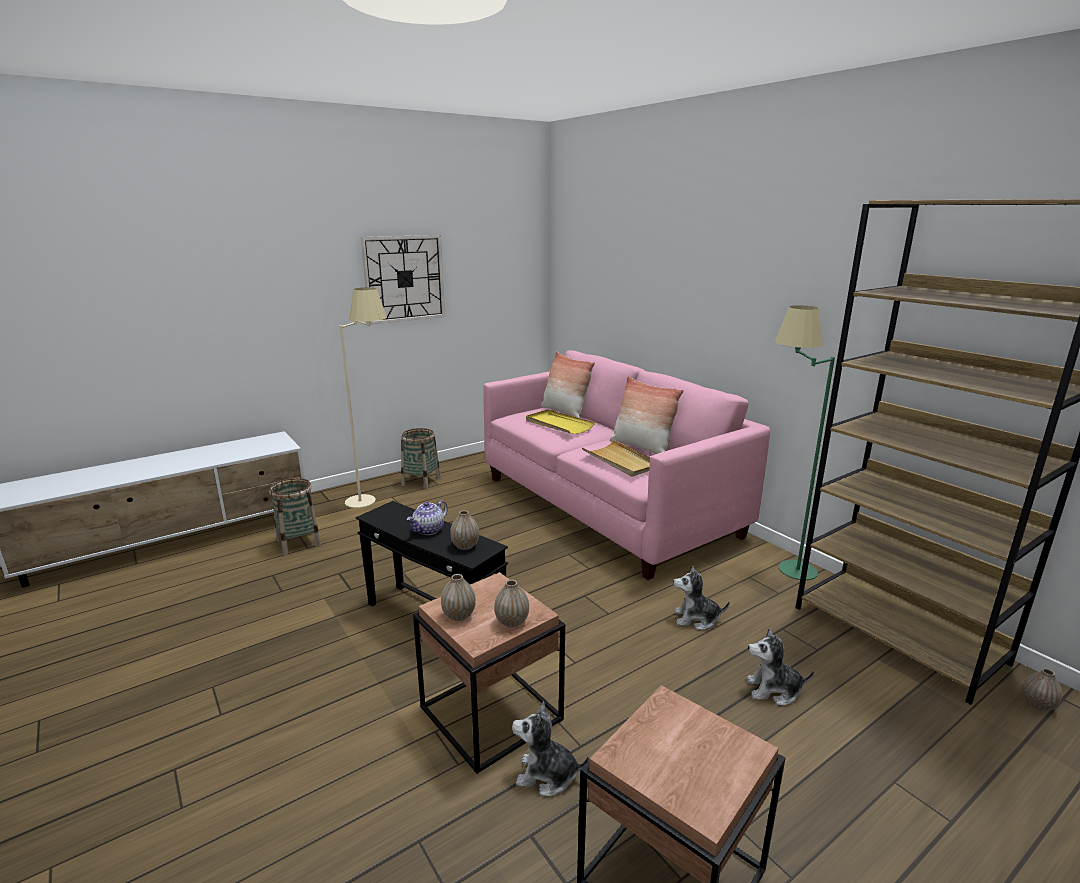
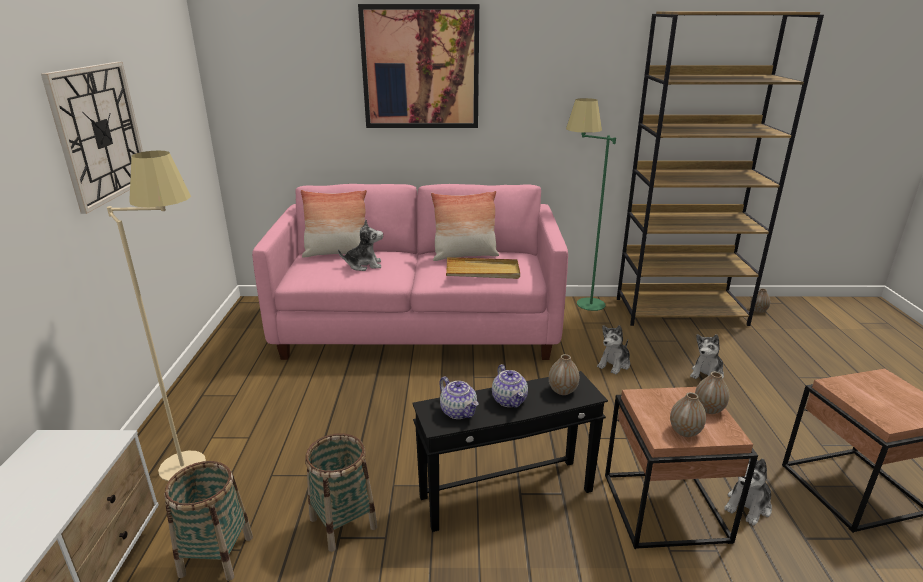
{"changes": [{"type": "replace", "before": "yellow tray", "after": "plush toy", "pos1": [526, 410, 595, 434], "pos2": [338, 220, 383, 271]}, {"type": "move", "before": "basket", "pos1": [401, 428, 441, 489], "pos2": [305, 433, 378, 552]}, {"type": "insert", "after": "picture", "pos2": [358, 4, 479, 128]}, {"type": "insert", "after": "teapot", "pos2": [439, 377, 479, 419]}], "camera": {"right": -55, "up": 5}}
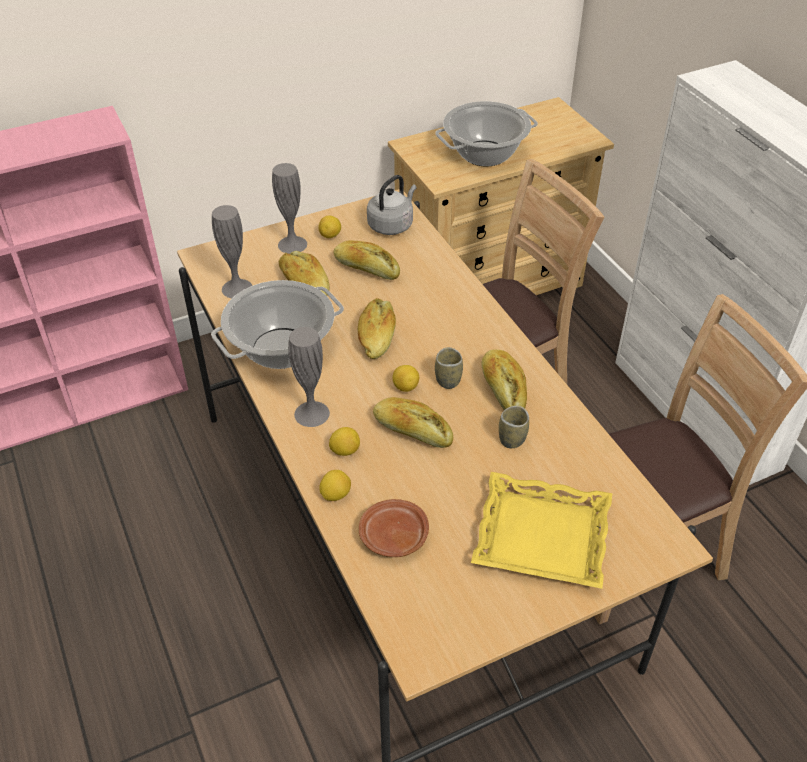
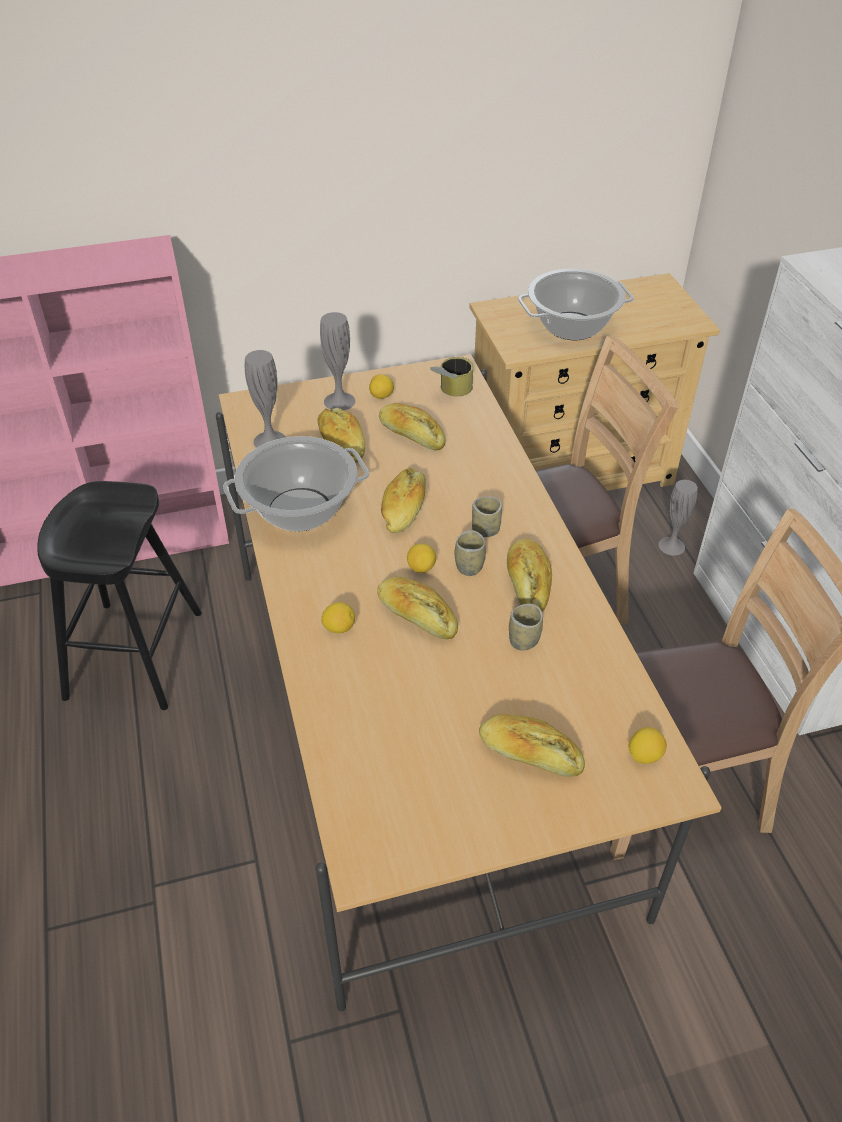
{"changes": [{"type": "replace", "before": "grey kettle", "after": "can", "pos1": [367, 175, 417, 235], "pos2": [430, 357, 474, 397]}, {"type": "move", "before": "grey vase", "pos1": [288, 327, 330, 427], "pos2": [658, 480, 698, 556]}, {"type": "move", "before": "lemon", "pos1": [320, 470, 351, 501], "pos2": [628, 727, 667, 764]}, {"type": "replace", "before": "yellow tray", "after": "bread", "pos1": [471, 472, 612, 589], "pos2": [479, 714, 585, 777]}, {"type": "delete", "before": "brown plate", "pos1": [359, 499, 429, 557]}, {"type": "insert", "after": "black stool", "pos2": [37, 481, 202, 710]}, {"type": "insert", "after": "cup", "pos2": [472, 496, 502, 537]}], "camera": {"right": 10, "up": 0}}
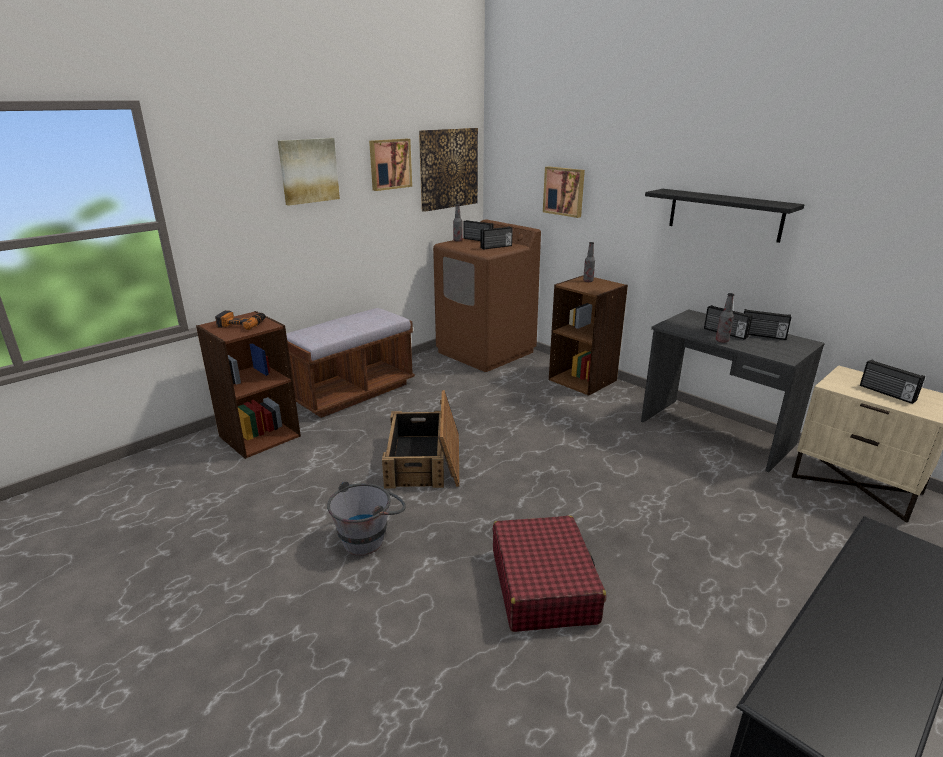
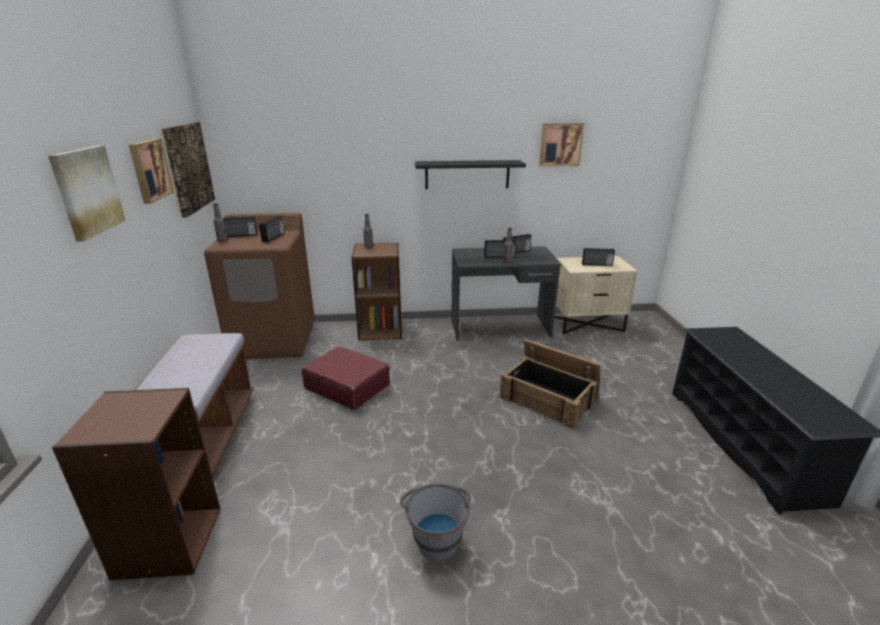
{"changes": [{"type": "move", "before": "picture", "pos1": [543, 166, 585, 218], "pos2": [539, 123, 585, 166]}, {"type": "delete", "before": "power drill", "pos1": [215, 310, 265, 330]}, {"type": "move", "before": "crate", "pos1": [382, 390, 459, 489], "pos2": [500, 339, 600, 429]}, {"type": "move", "before": "red suitcase", "pos1": [493, 515, 606, 632], "pos2": [301, 346, 390, 410]}], "camera": {"right": -50, "up": 0}}
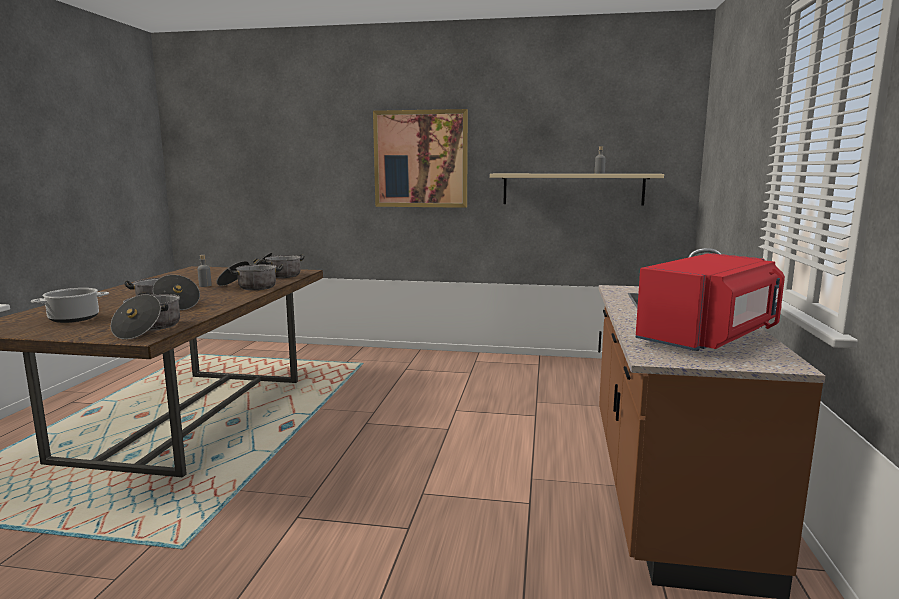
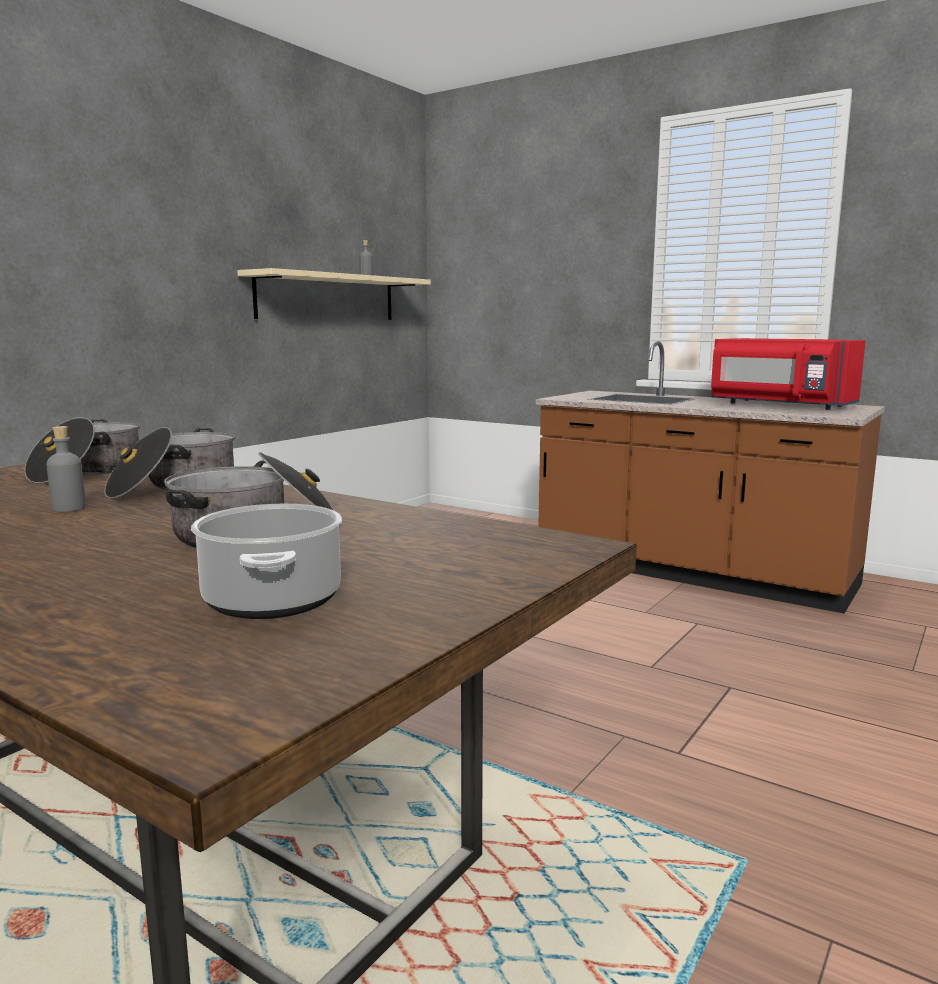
{"changes": [{"type": "delete", "before": "picture", "pos1": [373, 109, 468, 208]}, {"type": "rotate", "before": "red microwave", "pos1": [635, 253, 785, 351], "pos2": [711, 338, 866, 410], "turn": 150}, {"type": "delete", "before": "cooking pot", "pos1": [111, 292, 180, 340]}], "camera": {"right": -65, "up": 0}}
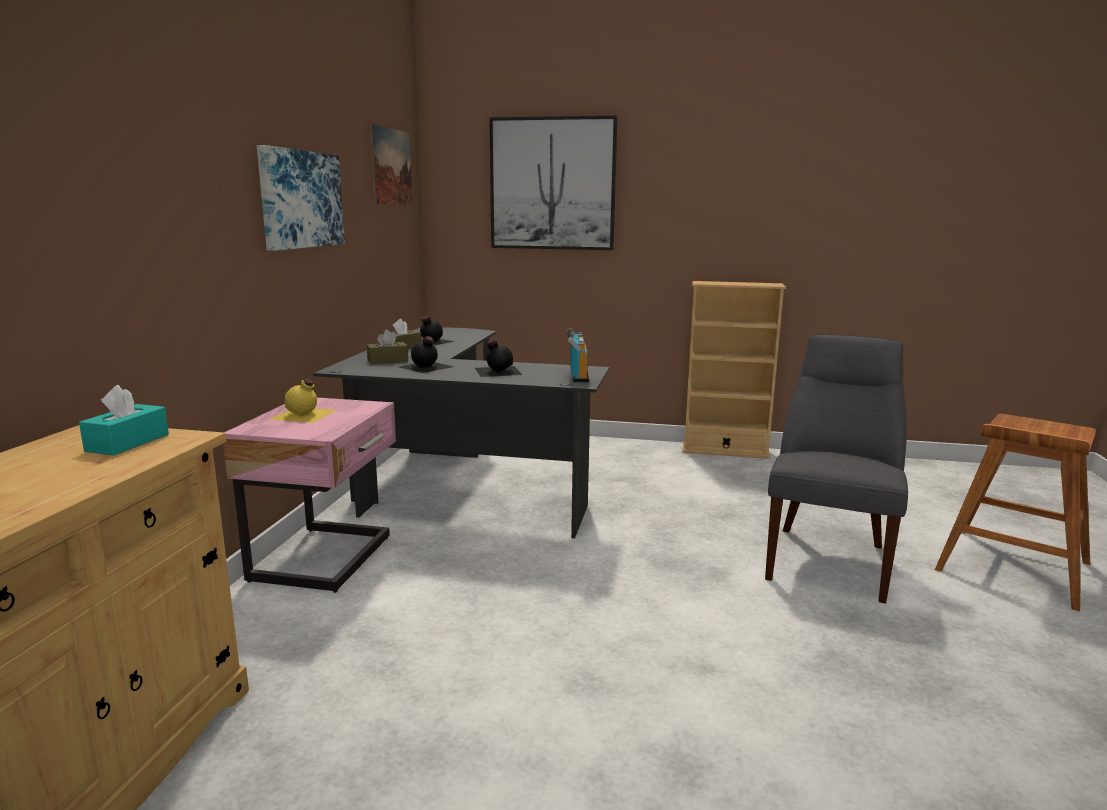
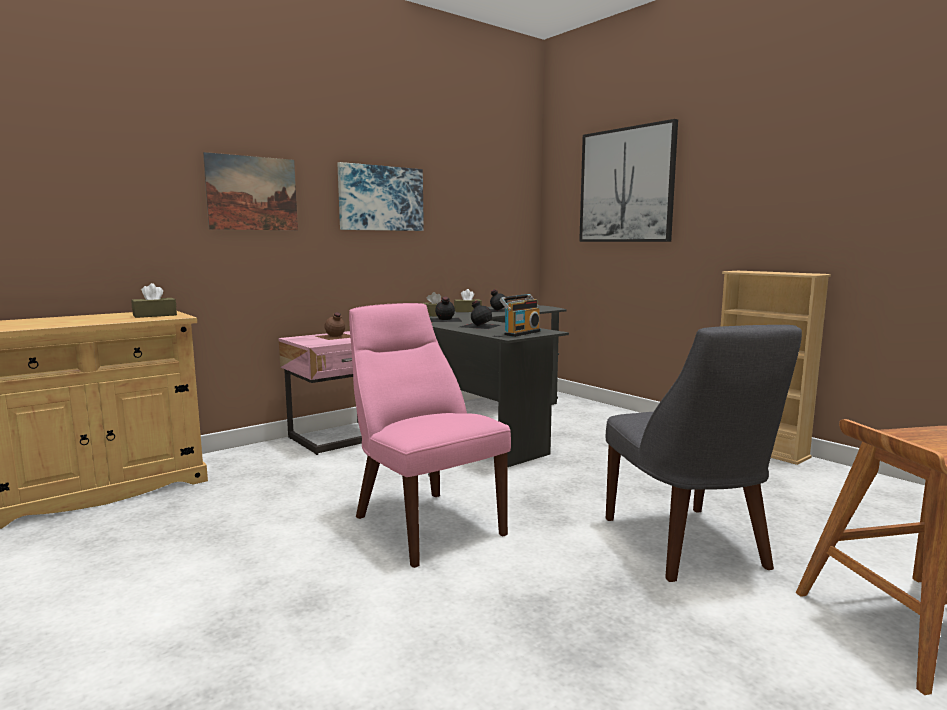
{"changes": [{"type": "move", "before": "picture", "pos1": [370, 124, 413, 204], "pos2": [203, 152, 298, 230]}, {"type": "rotate", "before": "grey chair", "pos1": [765, 334, 908, 603], "pos2": [606, 325, 802, 582], "turn": 105}, {"type": "recolor", "before": "yellow bottle", "after": "brown bottle", "pos1": [269, 379, 336, 423], "pos2": [315, 312, 350, 340]}, {"type": "recolor", "before": "turquoise tissue box", "after": "brown tissue box", "pos1": [79, 385, 169, 455], "pos2": [131, 283, 177, 318]}, {"type": "insert", "after": "pink chair", "pos2": [349, 303, 511, 568]}], "camera": {"right": 40, "up": -5}}
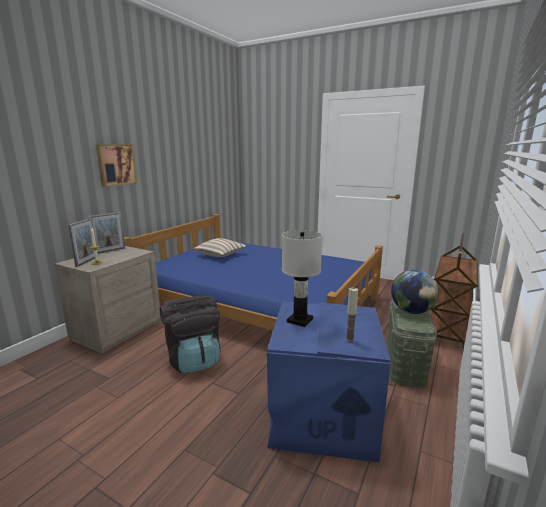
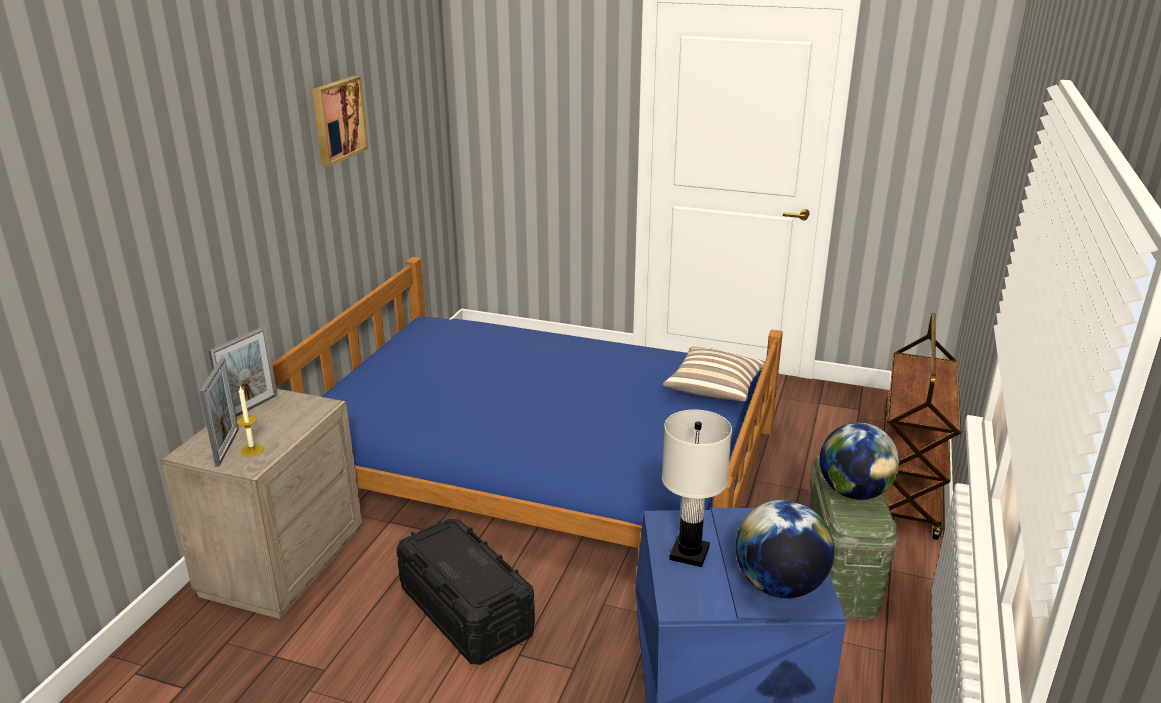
{"changes": [{"type": "move", "before": "picture", "pos1": [96, 144, 137, 187], "pos2": [312, 76, 369, 166]}, {"type": "move", "before": "pillow", "pos1": [193, 238, 247, 257], "pos2": [663, 346, 765, 401]}, {"type": "replace", "before": "candle", "after": "globe", "pos1": [345, 288, 358, 342], "pos2": [736, 500, 835, 598]}, {"type": "replace", "before": "black backpack", "after": "black storage box", "pos1": [160, 296, 220, 373], "pos2": [396, 519, 535, 665]}], "camera": {"right": -10, "up": 10}}
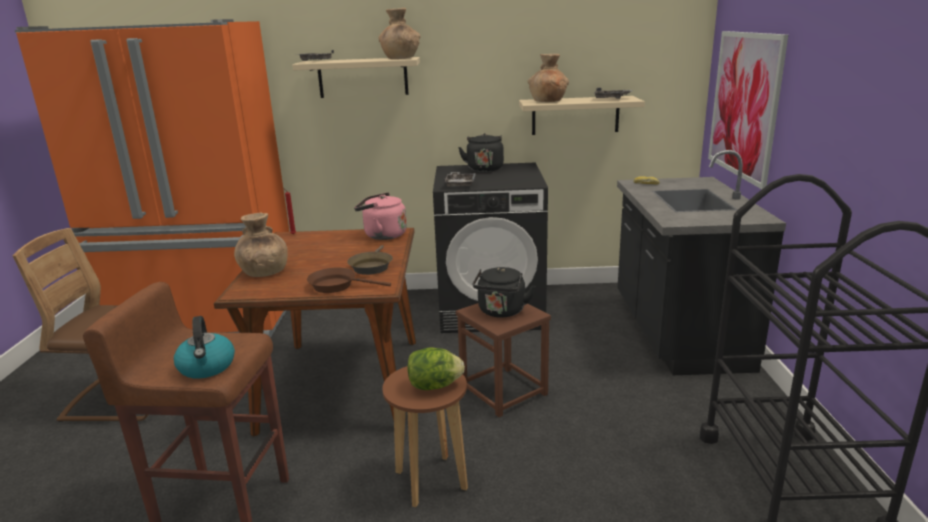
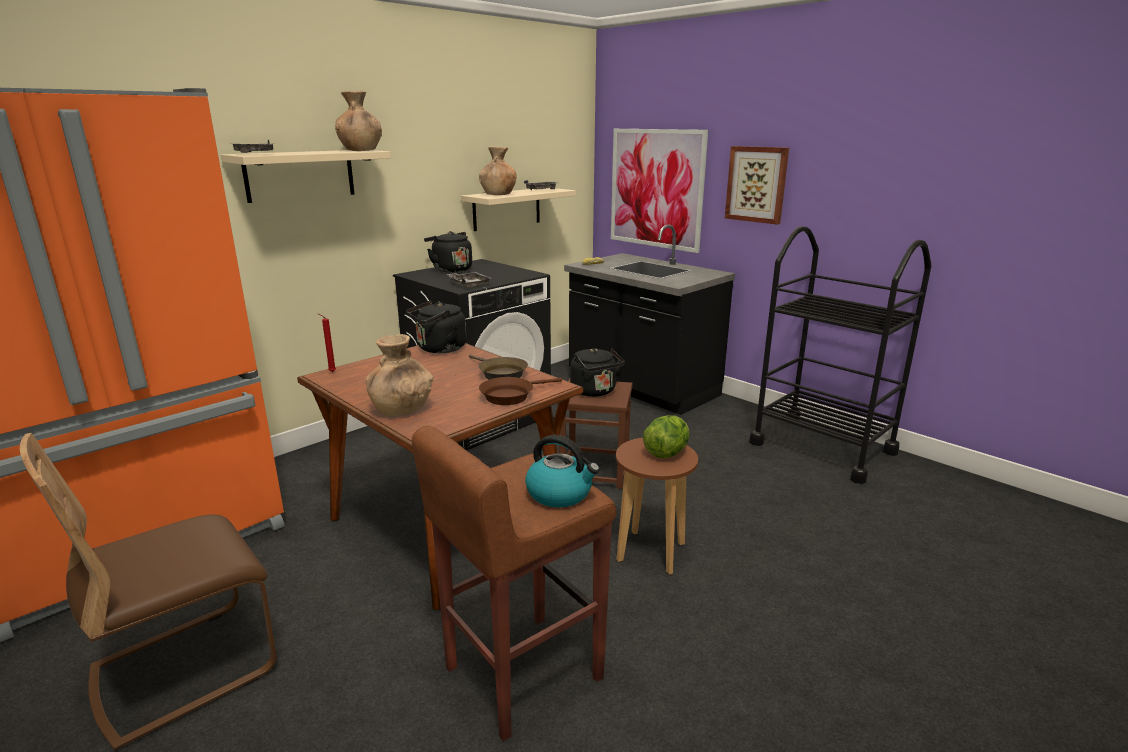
{"changes": [{"type": "recolor", "before": "pink kettle", "after": "black kettle", "pos1": [354, 192, 407, 240], "pos2": [406, 301, 466, 353]}, {"type": "insert", "after": "picture", "pos2": [725, 146, 789, 224]}], "camera": {"right": -45, "up": 0}}
